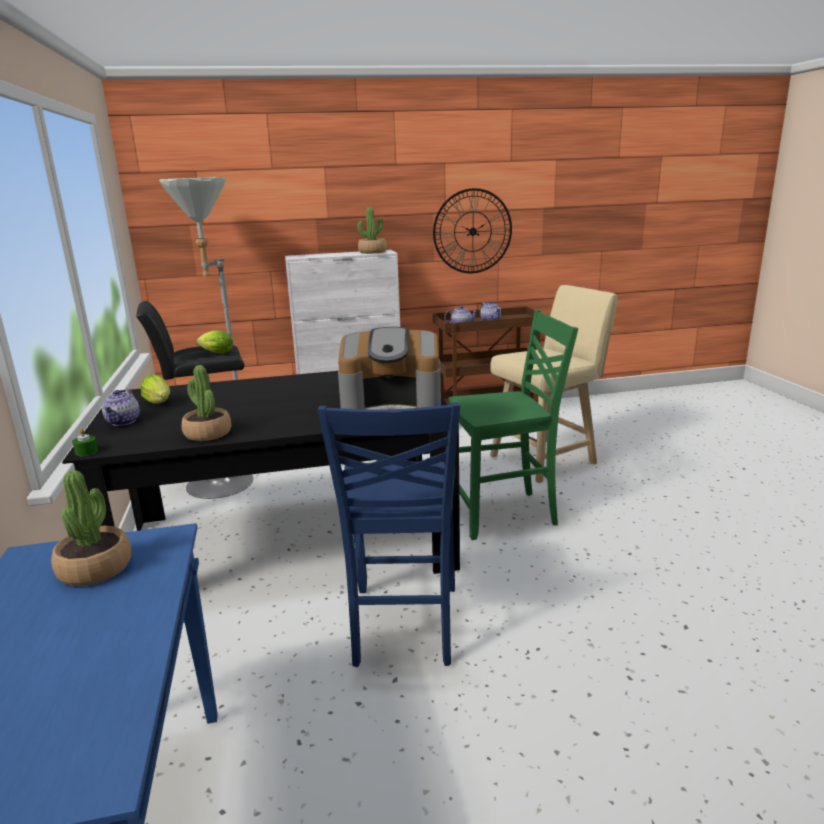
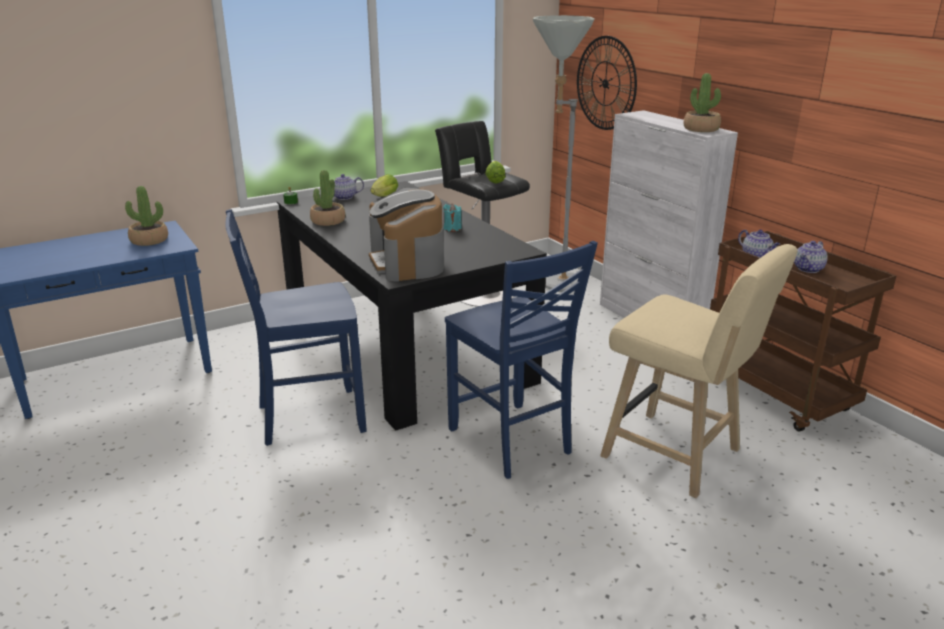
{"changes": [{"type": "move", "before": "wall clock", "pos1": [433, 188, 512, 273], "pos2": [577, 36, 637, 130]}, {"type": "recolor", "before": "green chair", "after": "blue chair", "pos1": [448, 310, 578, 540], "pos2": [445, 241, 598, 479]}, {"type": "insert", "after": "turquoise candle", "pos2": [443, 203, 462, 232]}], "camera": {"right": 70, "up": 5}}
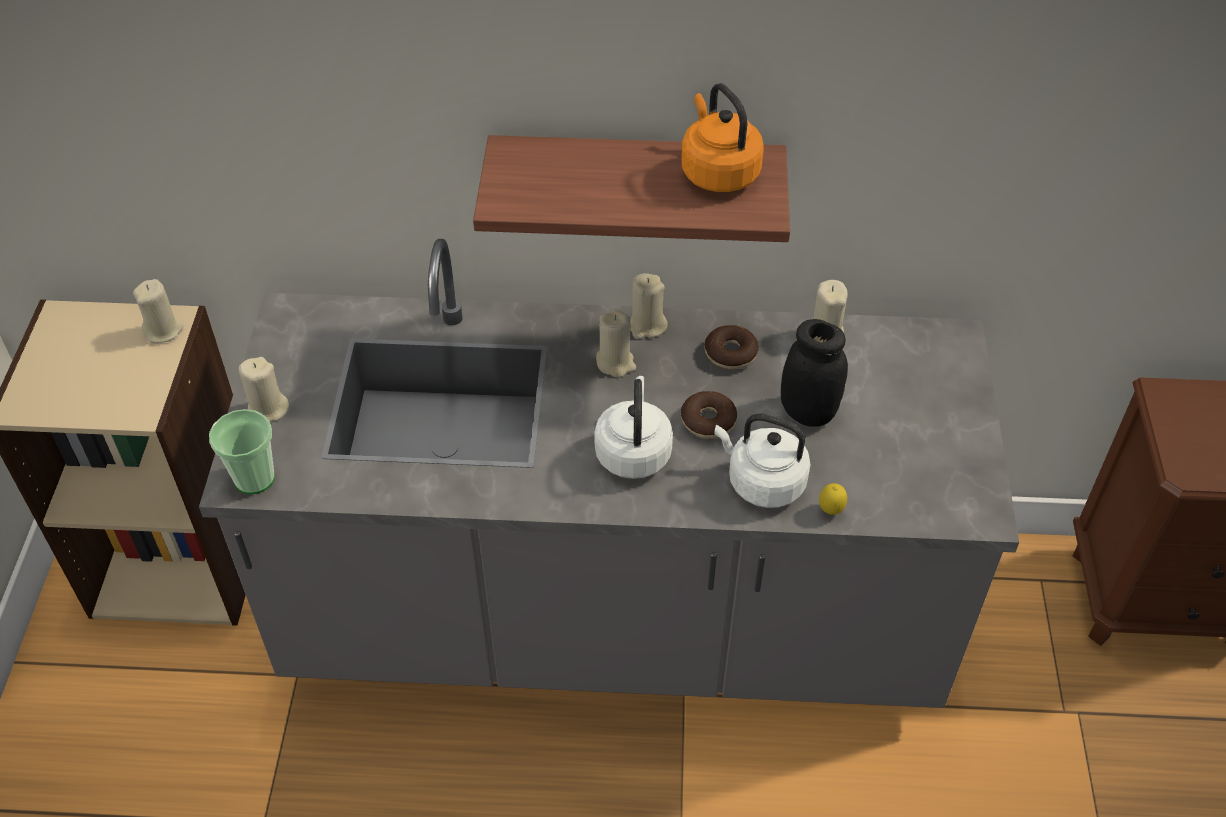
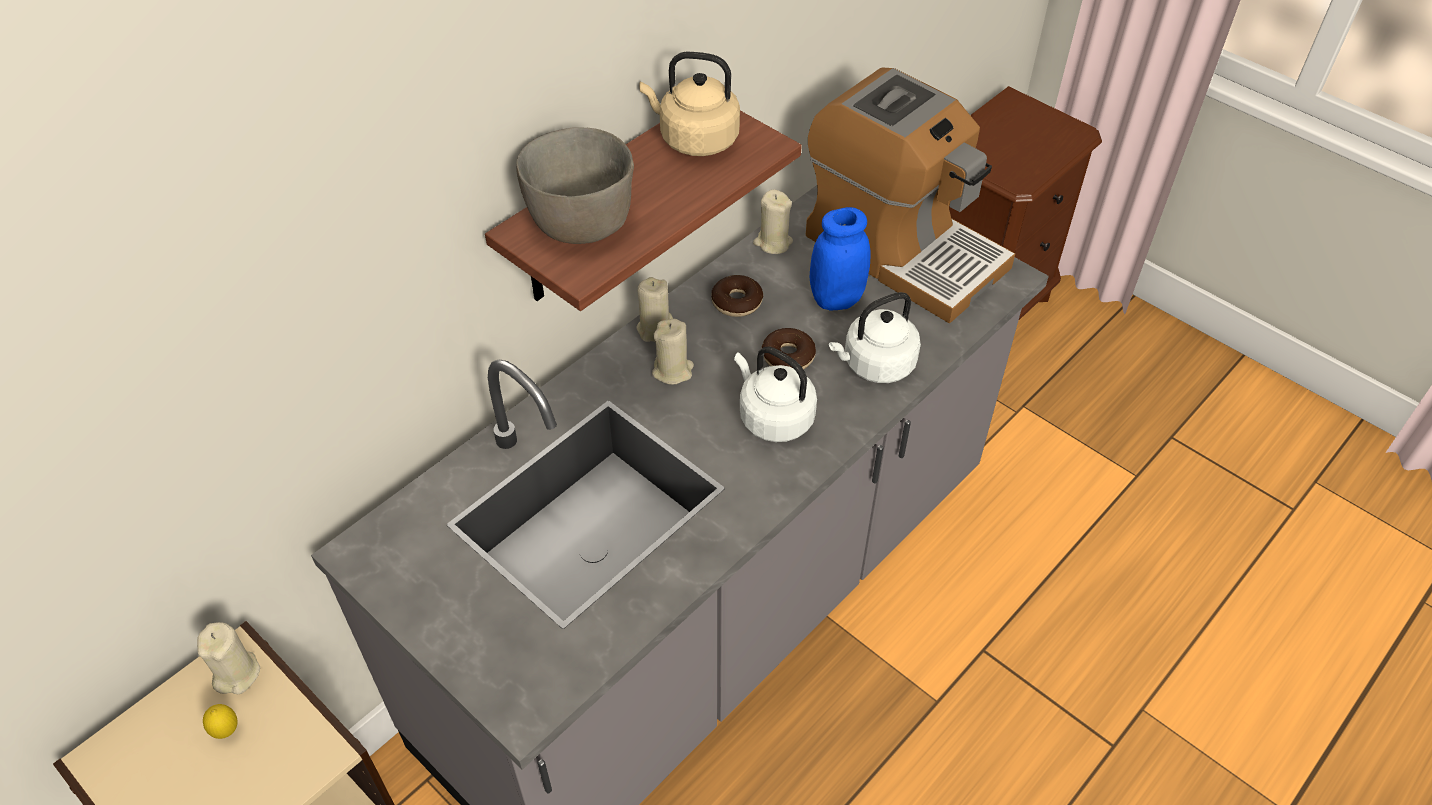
{"changes": [{"type": "recolor", "before": "orange kettle", "after": "beige kettle", "pos1": [681, 83, 764, 192], "pos2": [639, 52, 740, 156]}, {"type": "recolor", "before": "black jar", "after": "blue jar", "pos1": [781, 319, 848, 427], "pos2": [809, 207, 871, 310]}, {"type": "delete", "before": "beige candle", "pos1": [239, 357, 289, 422]}, {"type": "delete", "before": "cup", "pos1": [209, 409, 275, 494]}, {"type": "move", "before": "lemon", "pos1": [819, 483, 847, 515], "pos2": [203, 704, 238, 739]}, {"type": "insert", "after": "coffee machine", "pos2": [806, 68, 1015, 323]}, {"type": "insert", "after": "grey bowl", "pos2": [516, 127, 634, 244]}], "camera": {"right": -50, "up": 0}}
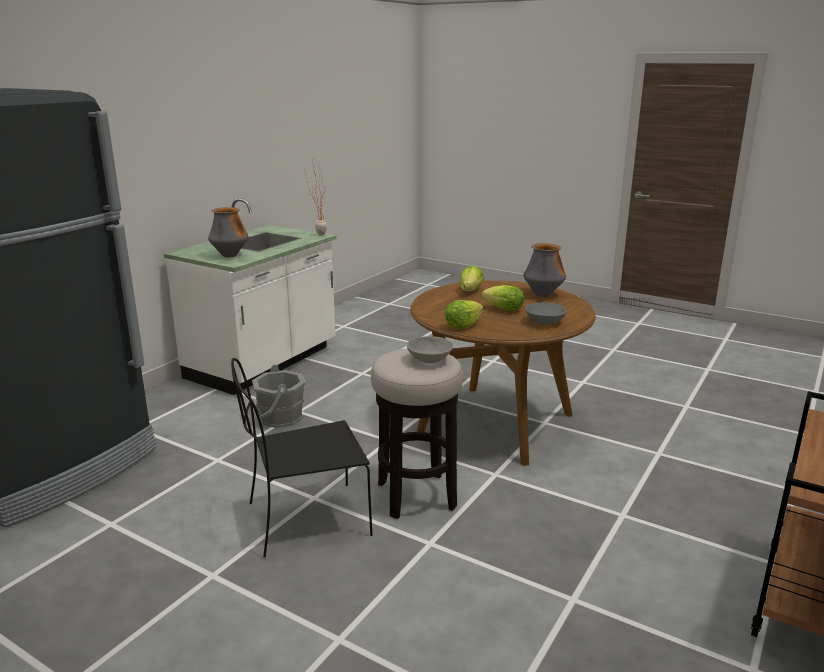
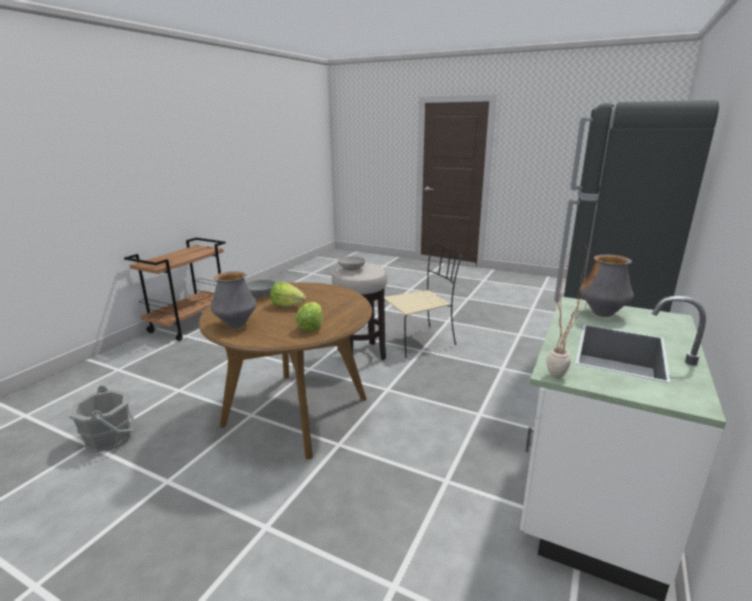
{"changes": [{"type": "delete", "before": "lettuce", "pos1": [445, 300, 483, 329]}, {"type": "recolor", "before": "black chair", "after": "beige chair", "pos1": [231, 358, 373, 557], "pos2": [384, 244, 461, 358]}, {"type": "move", "before": "grey bucket", "pos1": [252, 364, 306, 428], "pos2": [69, 385, 134, 452]}], "camera": {"right": 175, "up": 0}}
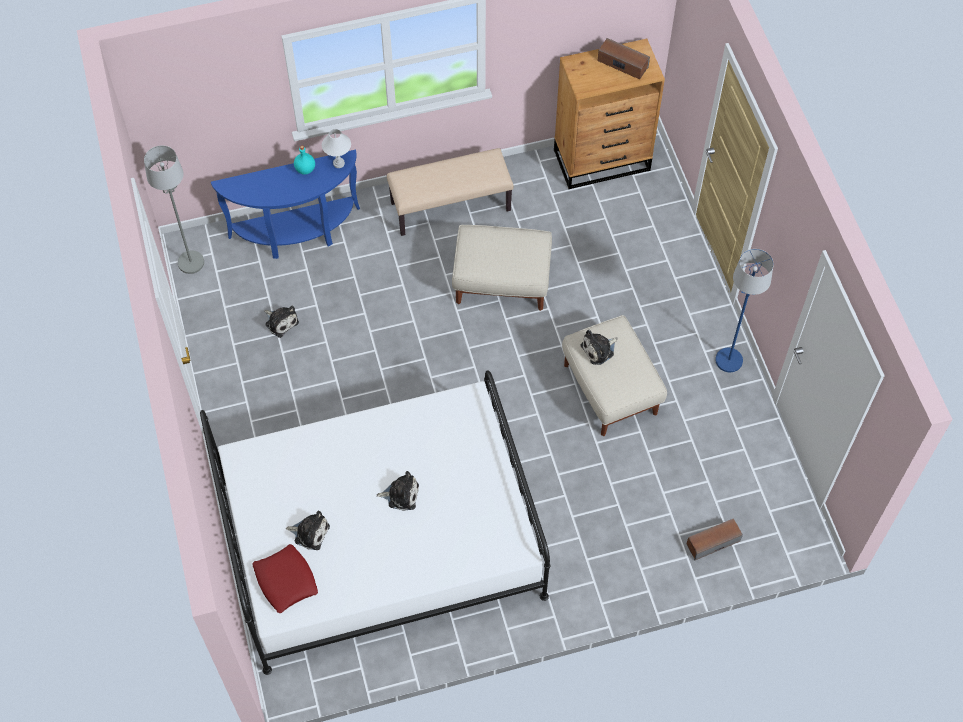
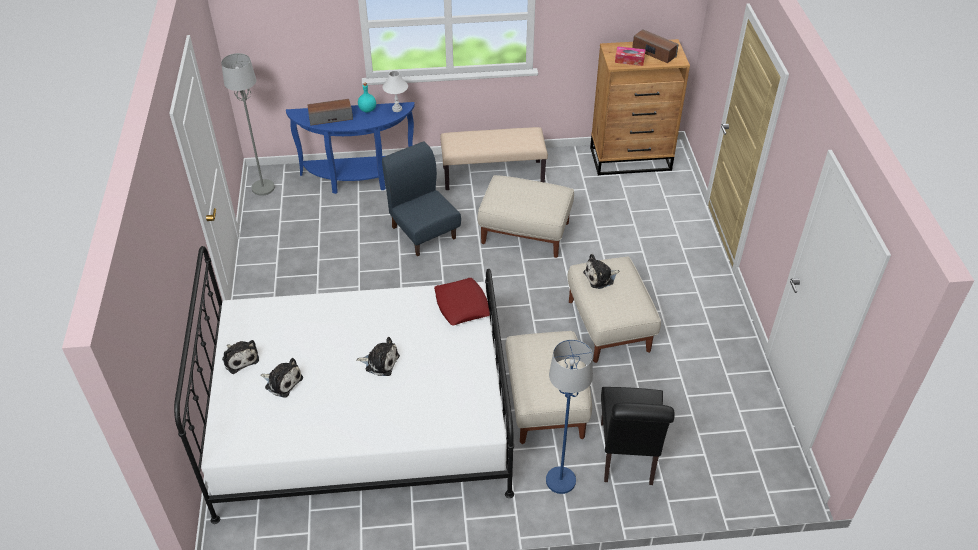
{"changes": [{"type": "move", "before": "blue floor lamp", "pos1": [715, 249, 774, 372], "pos2": [546, 339, 593, 494]}, {"type": "move", "before": "plush toy", "pos1": [265, 306, 299, 338], "pos2": [222, 340, 259, 374]}, {"type": "move", "before": "speaker", "pos1": [686, 518, 743, 560], "pos2": [307, 99, 353, 126]}, {"type": "move", "before": "red pillow", "pos1": [252, 544, 318, 613], "pos2": [435, 278, 490, 325]}, {"type": "insert", "after": "tissue box", "pos2": [615, 46, 646, 66]}, {"type": "insert", "after": "blue chair", "pos2": [382, 141, 461, 256]}, {"type": "insert", "after": "beige ottoman", "pos2": [505, 331, 592, 444]}, {"type": "insert", "after": "black chair", "pos2": [601, 387, 675, 485]}], "camera": {"right": 10, "up": -15}}
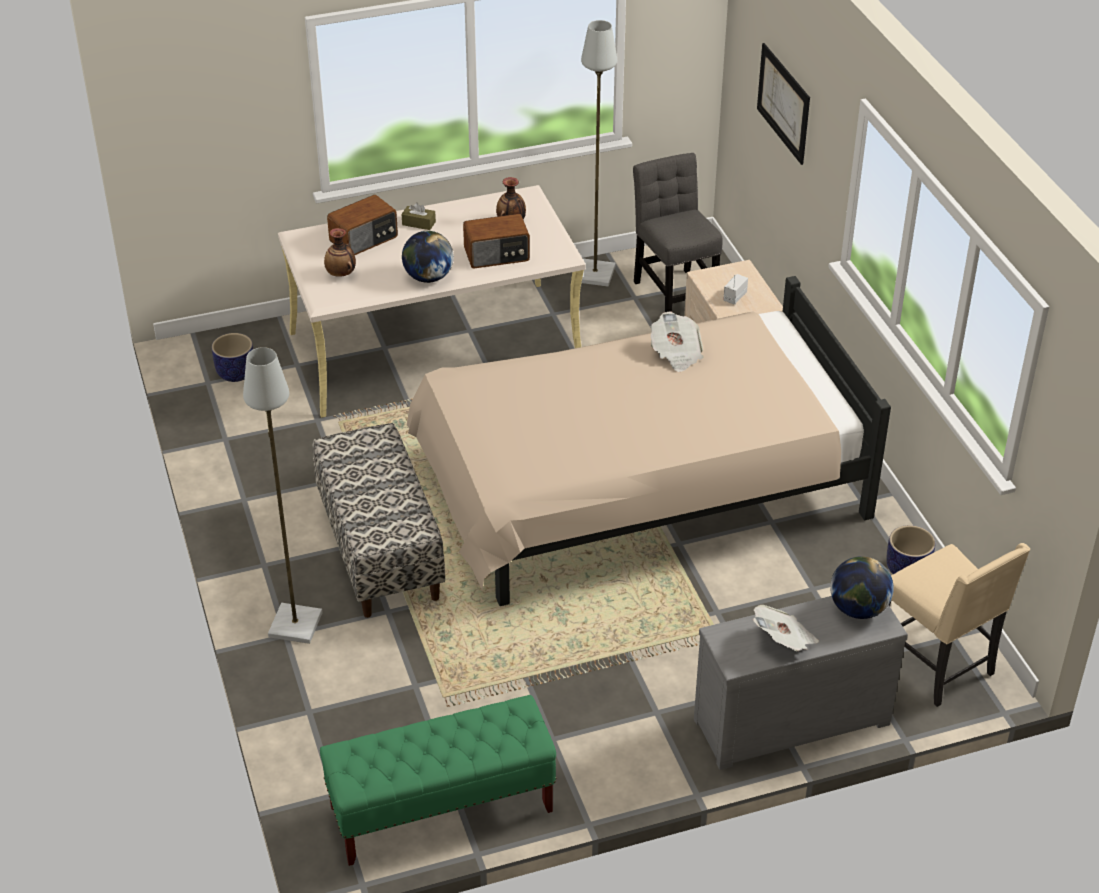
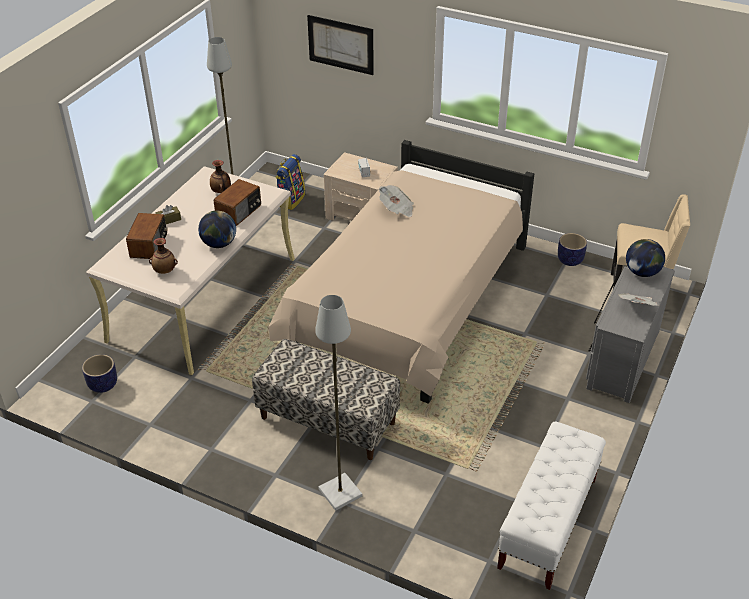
{"changes": [{"type": "replace", "before": "grey chair", "after": "backpack", "pos1": [633, 153, 722, 312], "pos2": [275, 154, 305, 210]}, {"type": "recolor", "before": "green bench", "after": "white bench", "pos1": [320, 695, 557, 866], "pos2": [497, 422, 606, 590]}], "camera": {"right": -45, "up": 0}}
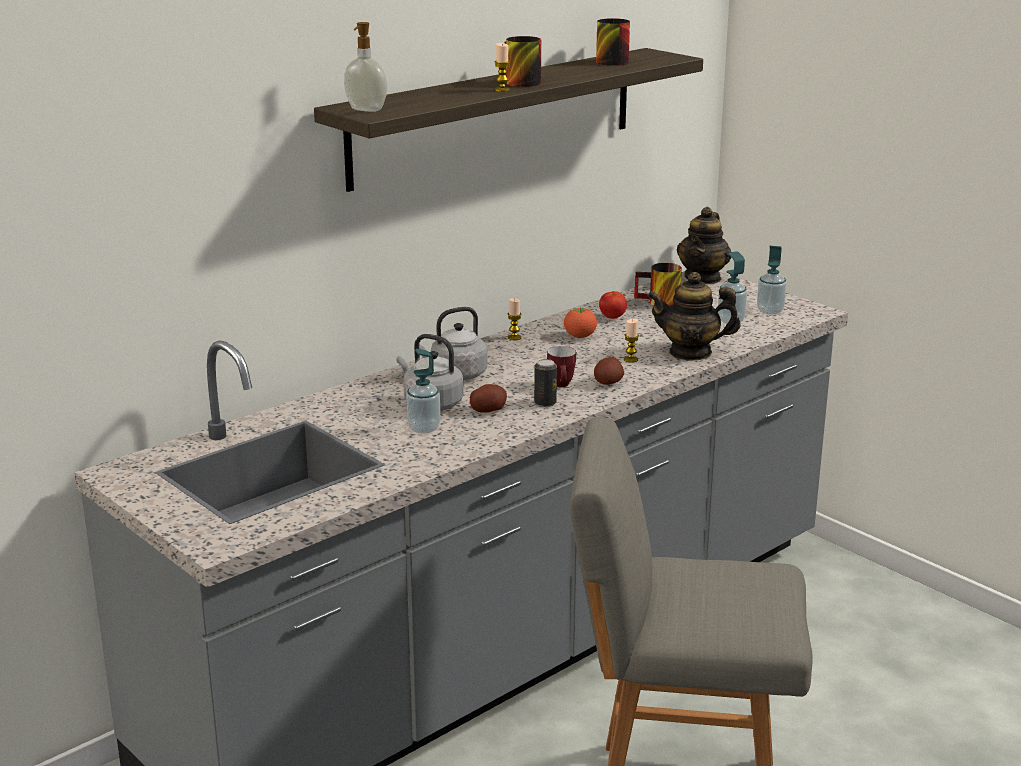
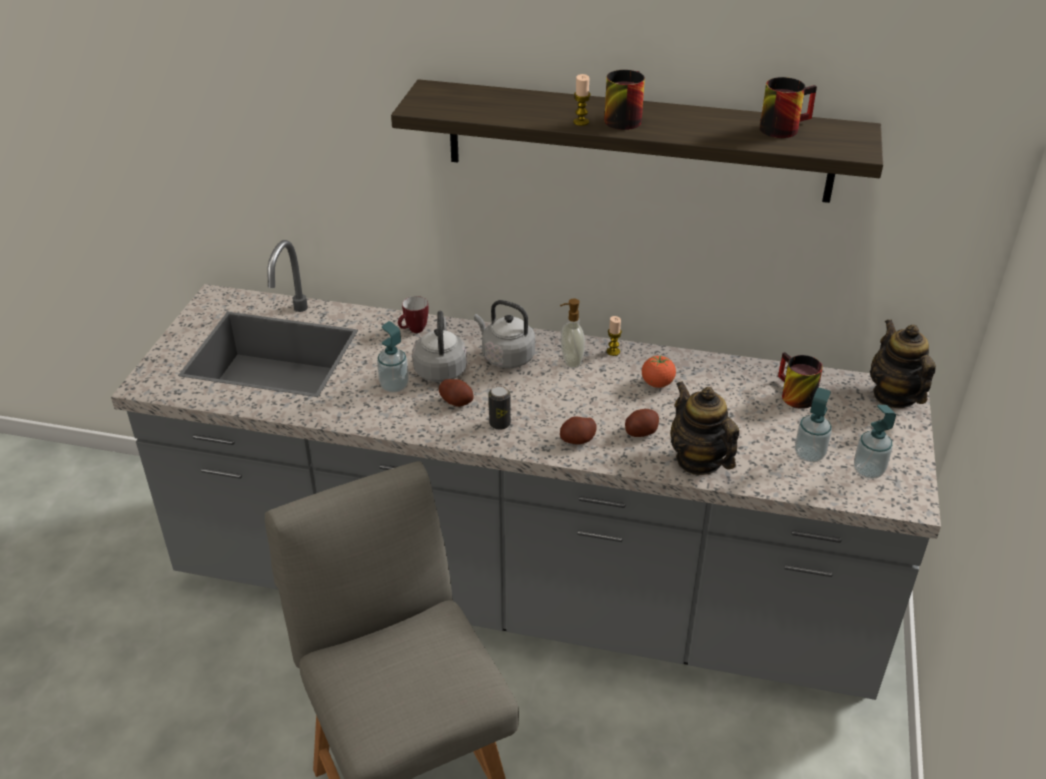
{"changes": [{"type": "move", "before": "soap dispenser", "pos1": [344, 22, 387, 112], "pos2": [560, 299, 585, 368]}, {"type": "rotate", "before": "teapot", "pos1": [677, 207, 731, 284], "pos2": [870, 319, 936, 408], "turn": 90}, {"type": "delete", "before": "tomato", "pos1": [599, 291, 627, 319]}, {"type": "replace", "before": "candle", "after": "potato", "pos1": [624, 319, 639, 363], "pos2": [625, 409, 659, 437]}, {"type": "move", "before": "mug", "pos1": [547, 346, 576, 387], "pos2": [398, 296, 429, 333]}], "camera": {"right": 55, "up": 15}}
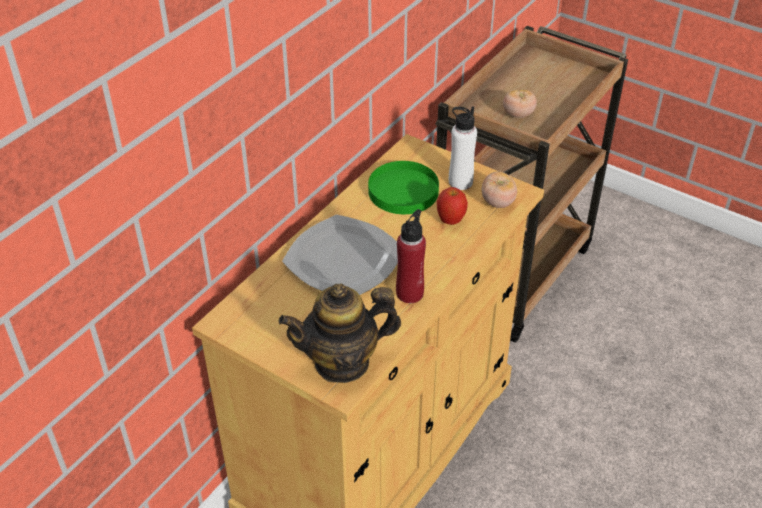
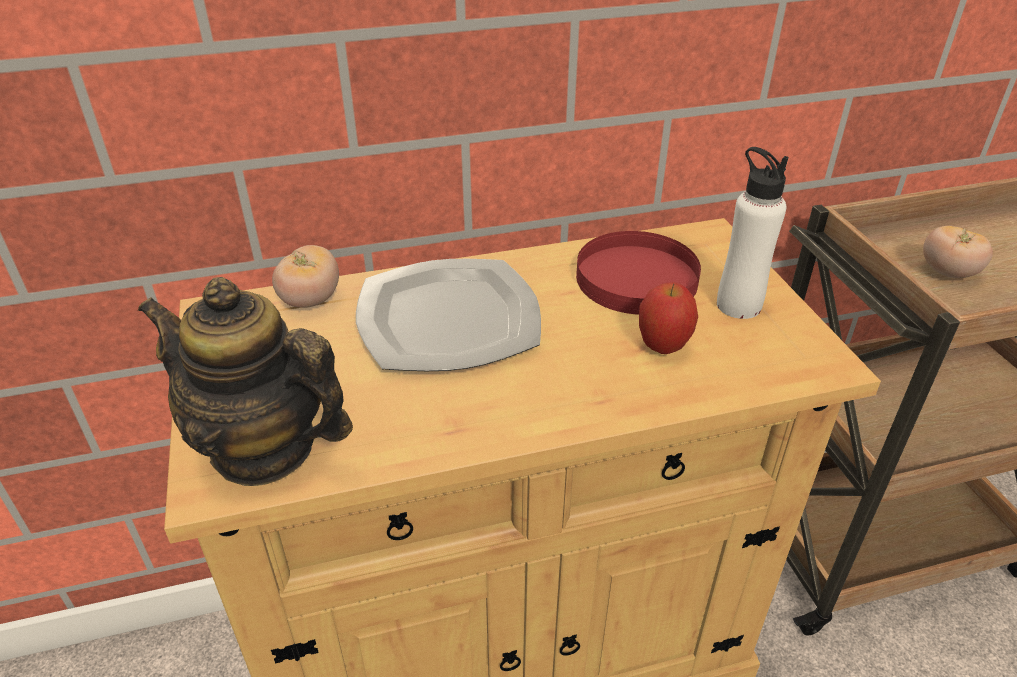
{"changes": [{"type": "recolor", "before": "green plate", "after": "red plate", "pos1": [368, 161, 439, 214], "pos2": [576, 231, 701, 315]}, {"type": "move", "before": "tomato", "pos1": [481, 171, 517, 208], "pos2": [272, 245, 339, 308]}, {"type": "delete", "before": "red bottle", "pos1": [396, 209, 426, 303]}], "camera": {"right": 40, "up": -5}}
